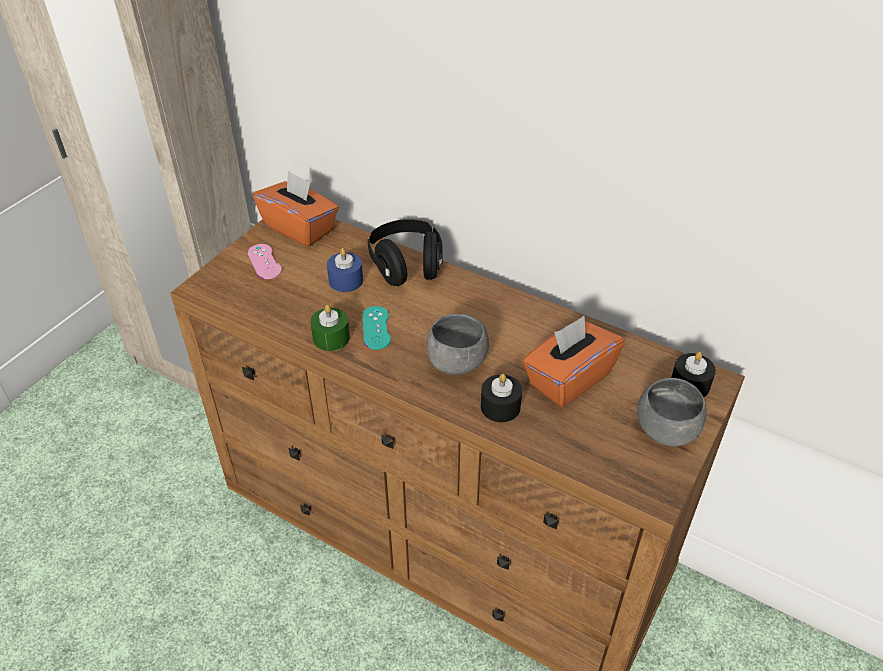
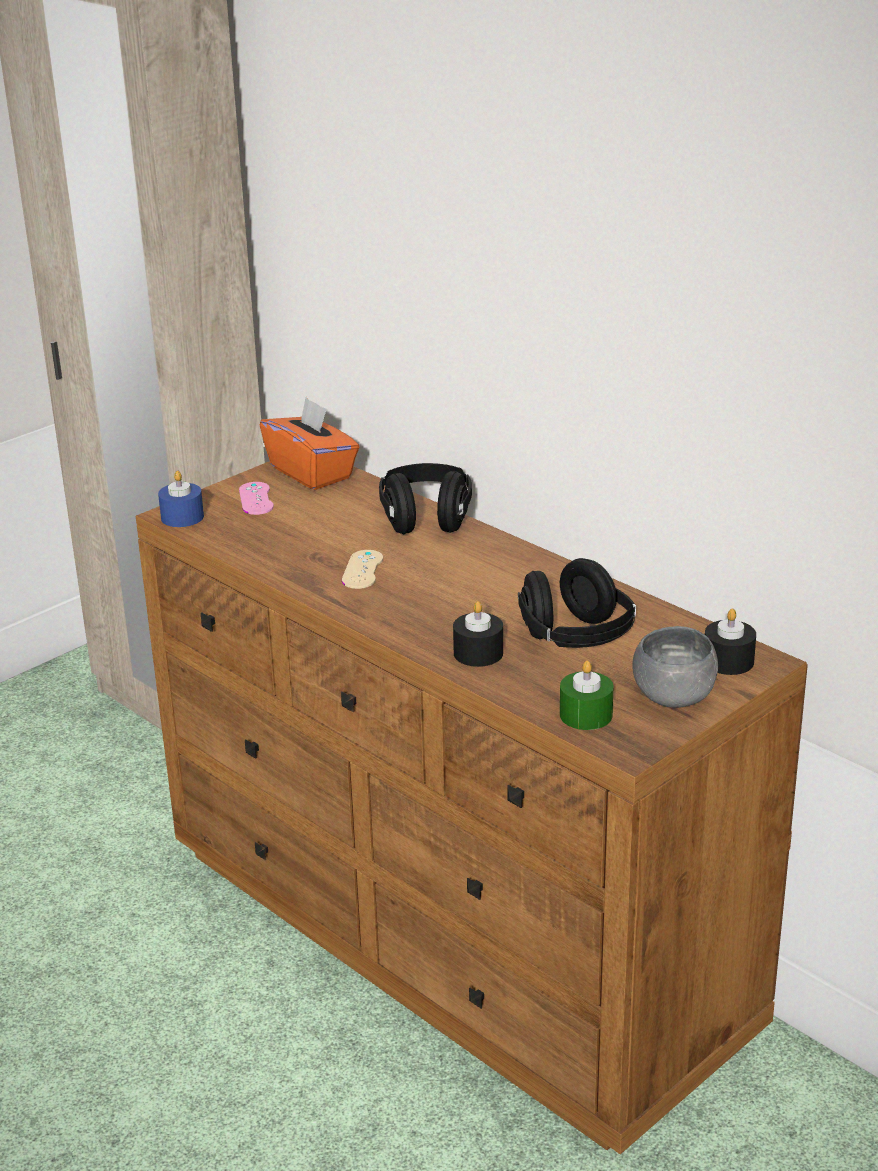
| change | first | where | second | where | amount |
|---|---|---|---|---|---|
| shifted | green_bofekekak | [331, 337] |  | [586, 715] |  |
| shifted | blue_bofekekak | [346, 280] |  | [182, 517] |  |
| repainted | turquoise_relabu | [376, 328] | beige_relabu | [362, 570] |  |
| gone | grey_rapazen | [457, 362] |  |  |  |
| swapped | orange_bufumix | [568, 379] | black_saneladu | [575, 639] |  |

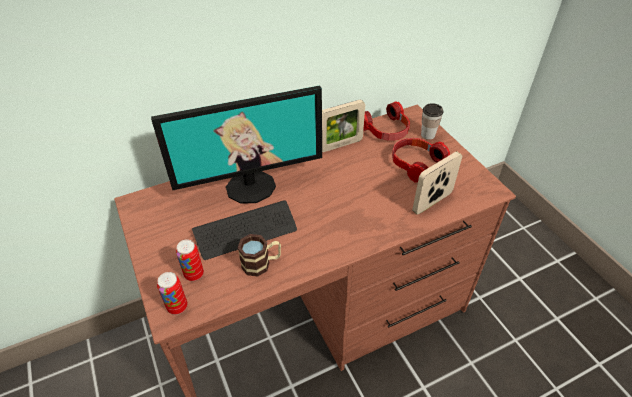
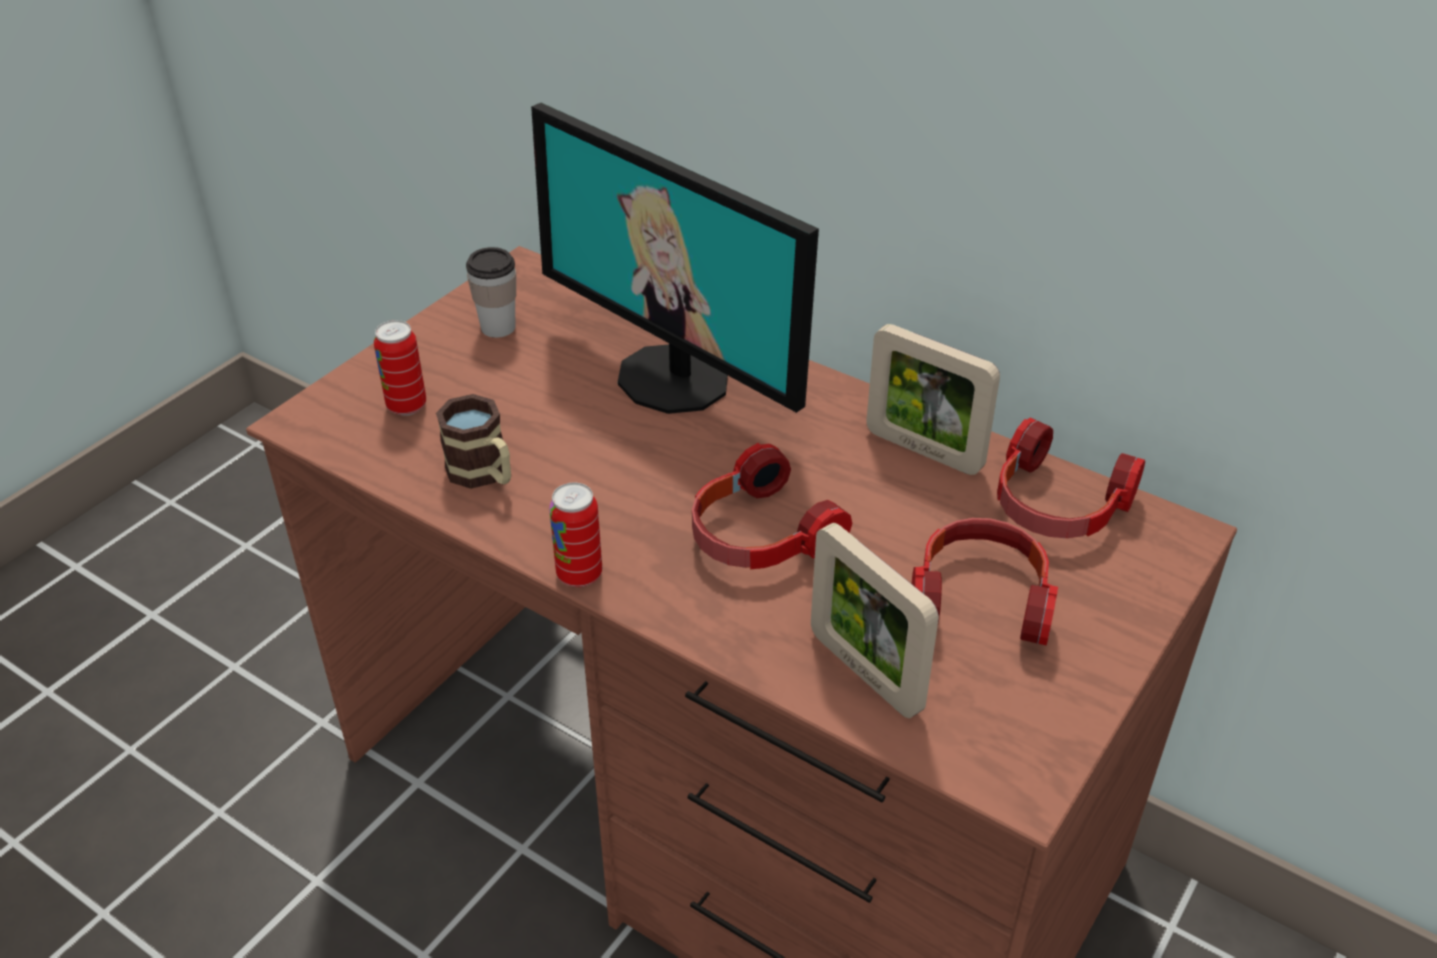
| change | first | where | second | where | amount |
|---|---|---|---|---|---|
| shifted | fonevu | [177, 307] |  | [579, 575] |  |
| gone | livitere | [245, 231] |  |  |  |
| rotated | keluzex | [432, 202] |  | [865, 672] | 150 degrees counterclockwise |
| shifted | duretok | [428, 135] |  | [498, 327] |  |
| new |  |  | saneladu | [758, 536] |  |

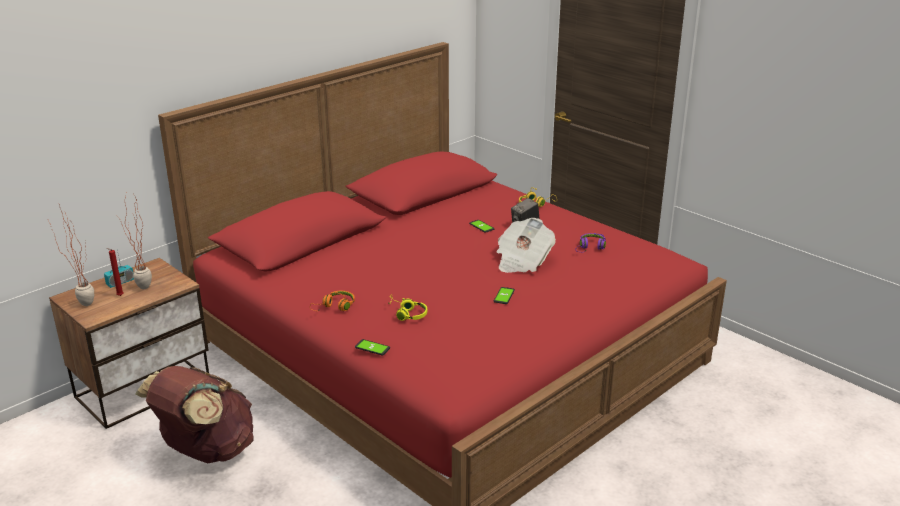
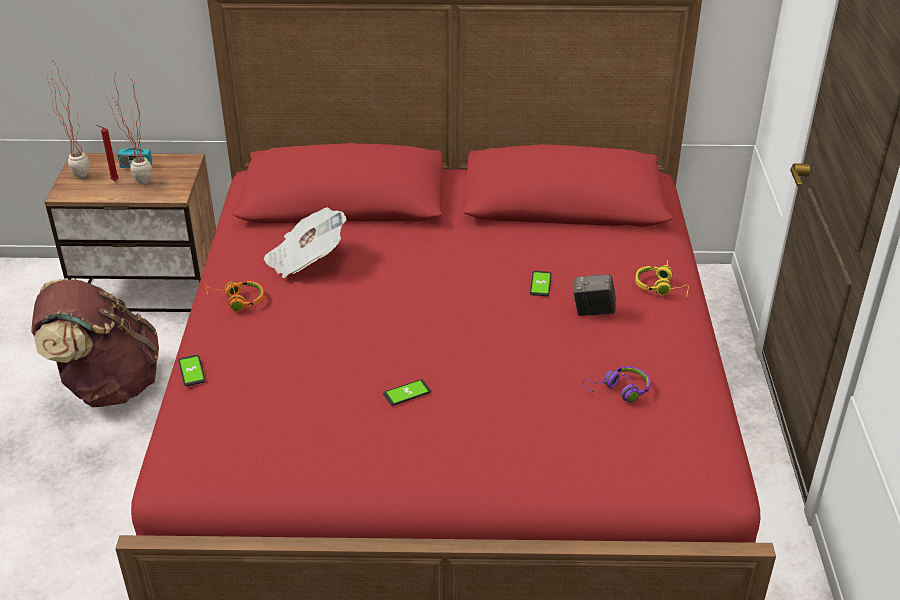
| change | first | where | second | where | amount |
|---|---|---|---|---|---|
| gone | yellow_saneladu | [407, 314] |  |  |  |
| shifted | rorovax | [522, 261] |  | [305, 260] |  |

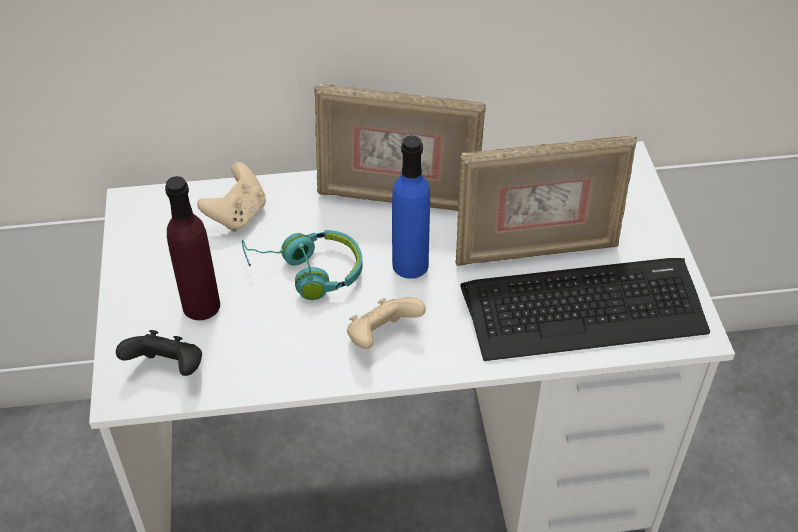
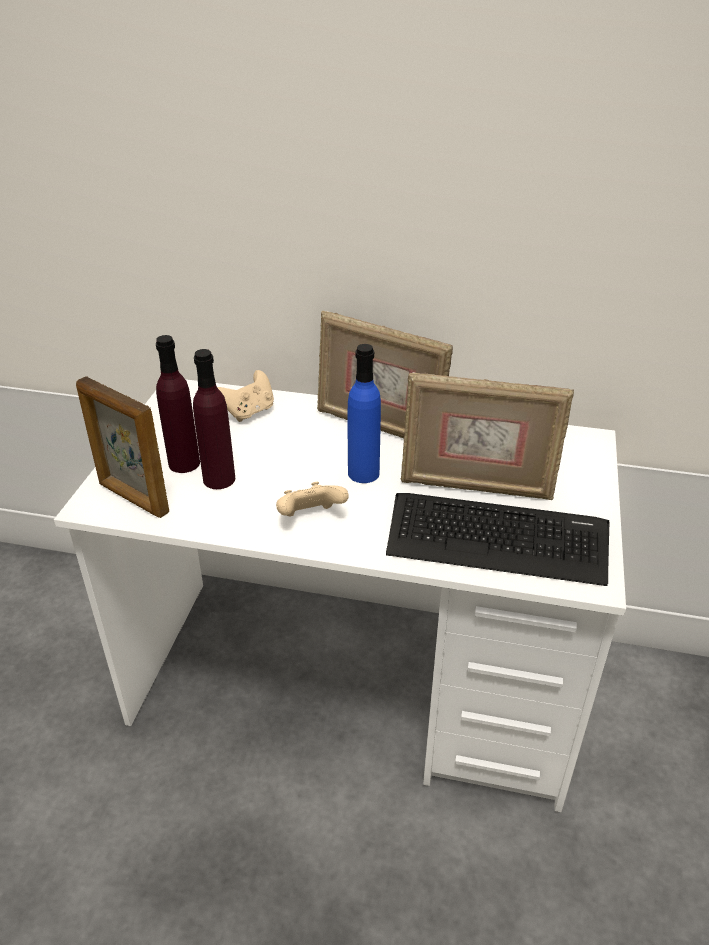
| change | first | where | second | where | amount |
|---|---|---|---|---|---|
| swapped | black_relabu | [168, 369] | keluzex | [133, 498] |  |
| gone | turquoise_saneladu | [307, 272] |  |  |  |
| new |  |  | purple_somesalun | [219, 479] |  |

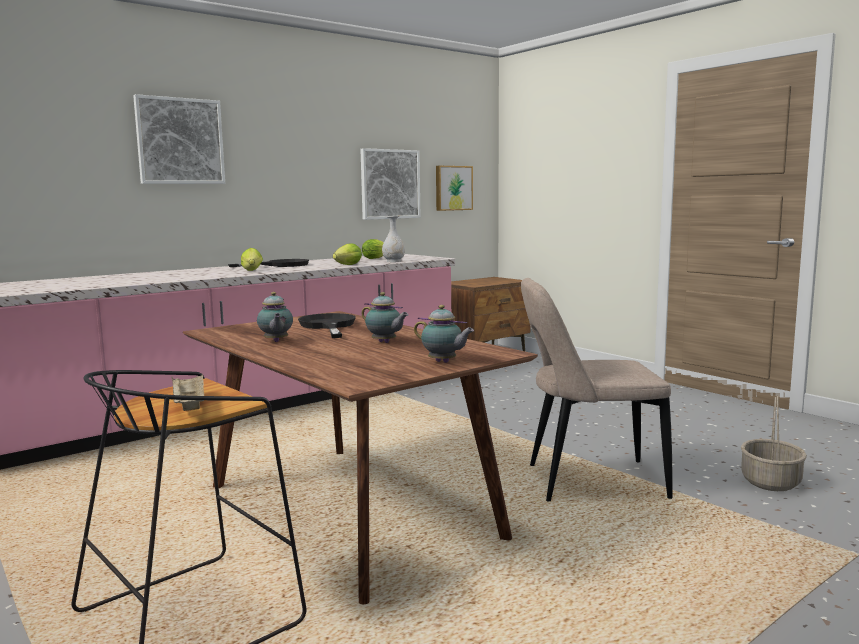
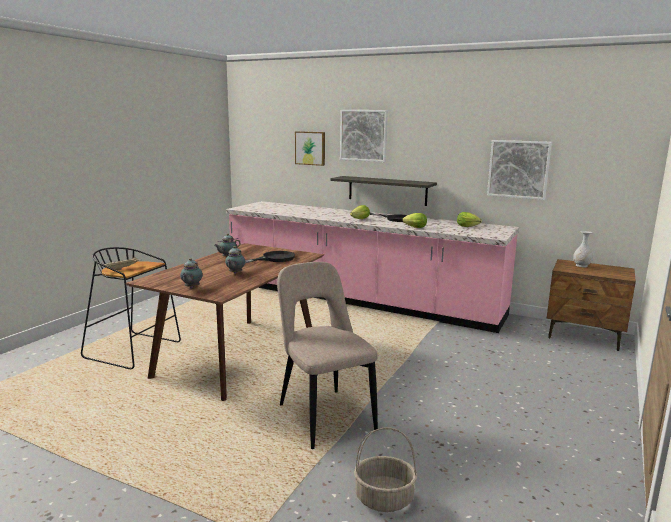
| change | first | where | second | where | amount |
|---|---|---|---|---|---|
| shifted | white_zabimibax | [394, 261] |  | [581, 266] |  |
| shifted | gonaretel | [453, 188] |  | [310, 148] |  |
| new |  |  | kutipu | [387, 190] |  |

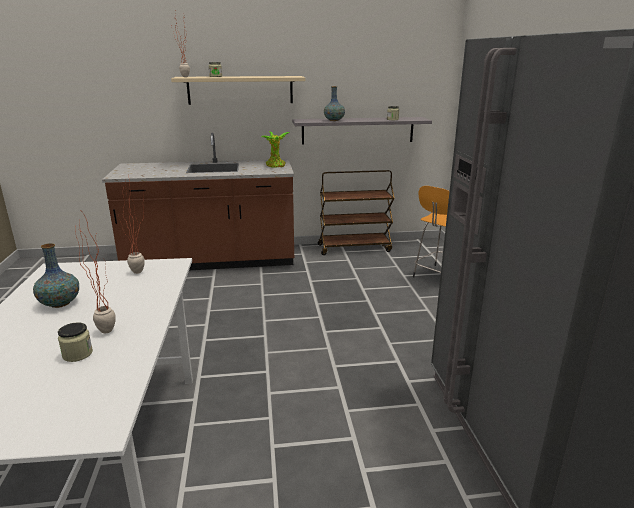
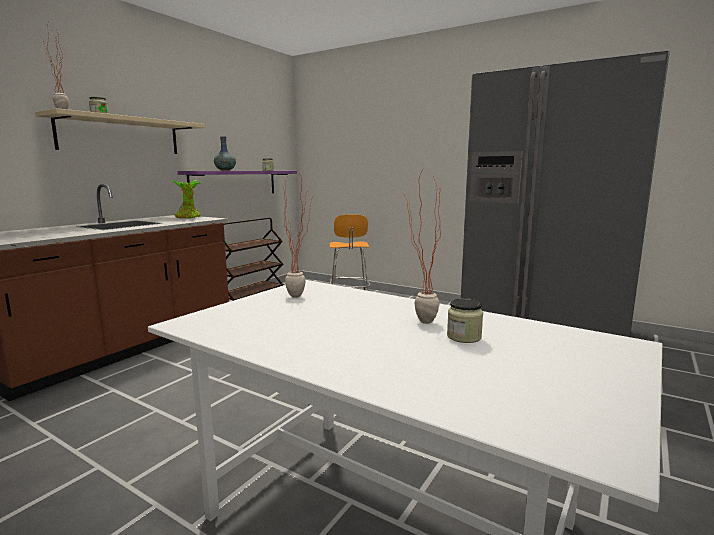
| change | first | where | second | where | amount |
|---|---|---|---|---|---|
| gone | zabimibax | [60, 303] |  |  |  |
| repainted | grey_kutipu | [358, 130] | purple_kutipu | [234, 183] |  |

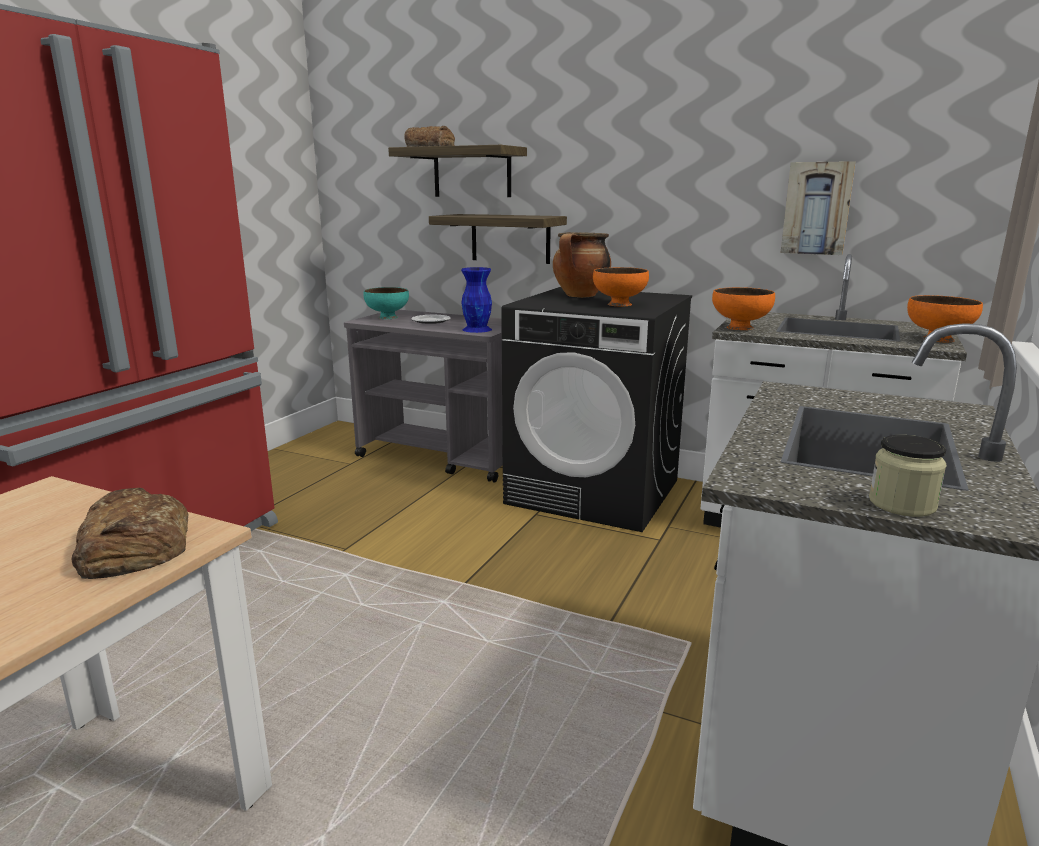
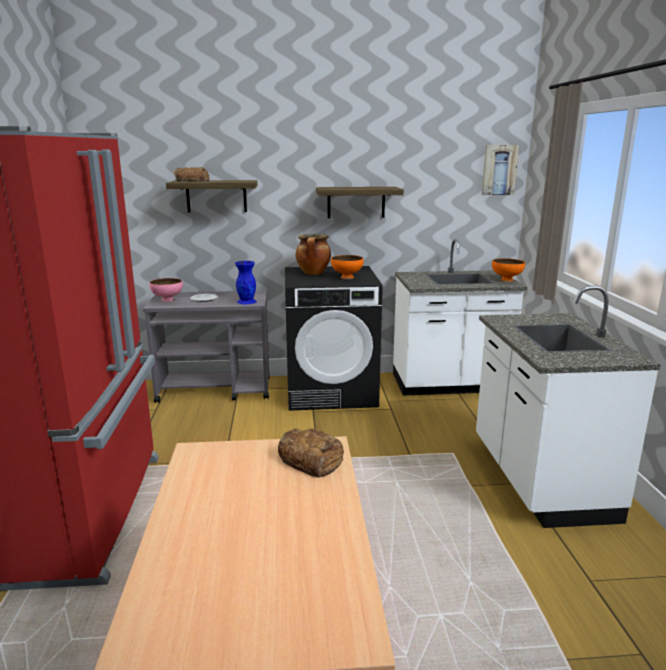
| change | first | where | second | where | amount |
|---|---|---|---|---|---|
| repainted | turquoise_rapazen | [387, 317] | pink_rapazen | [167, 300] |  |
| shifted | kutipu | [510, 238] |  | [356, 202] |  |
| gone | orange_rapazen | [740, 328] |  |  |  |
| shifted | gonaretel | [817, 208] |  | [499, 170] |  |
| gone | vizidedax | [902, 504] |  |  |  |

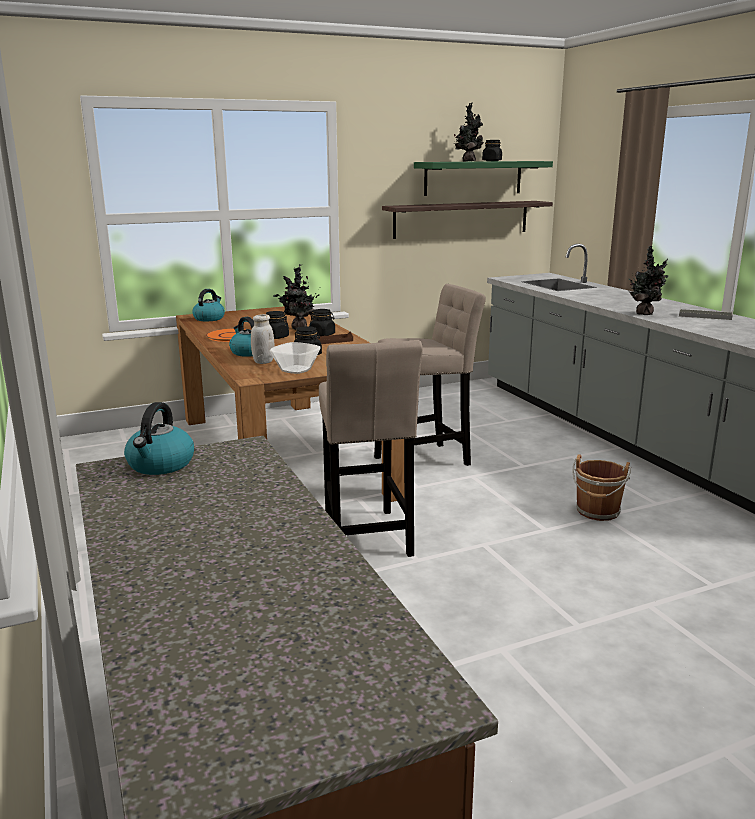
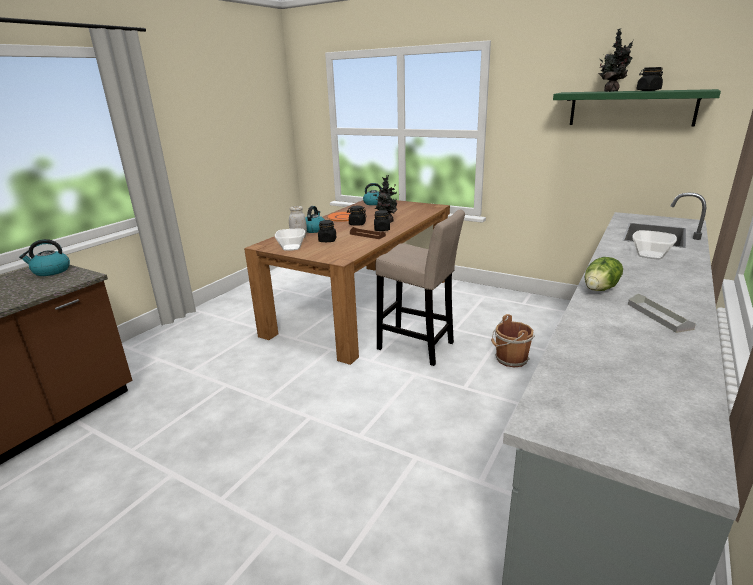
| change | first | where | second | where | amount |
|---|---|---|---|---|---|
| gone | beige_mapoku | [366, 539] |  |  |  |
| gone | kutipu | [461, 219] |  |  |  |
| shifted | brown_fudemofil | [597, 512] |  | [510, 359] |  |
| swapped | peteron | [645, 314] | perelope | [600, 289] |  |
| new |  |  | rapazen | [649, 255] |  |

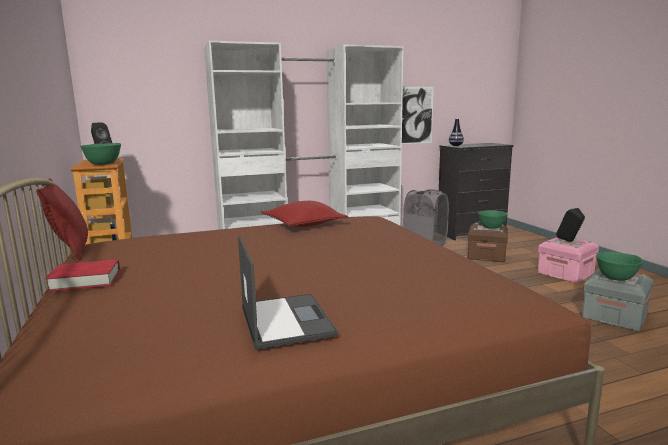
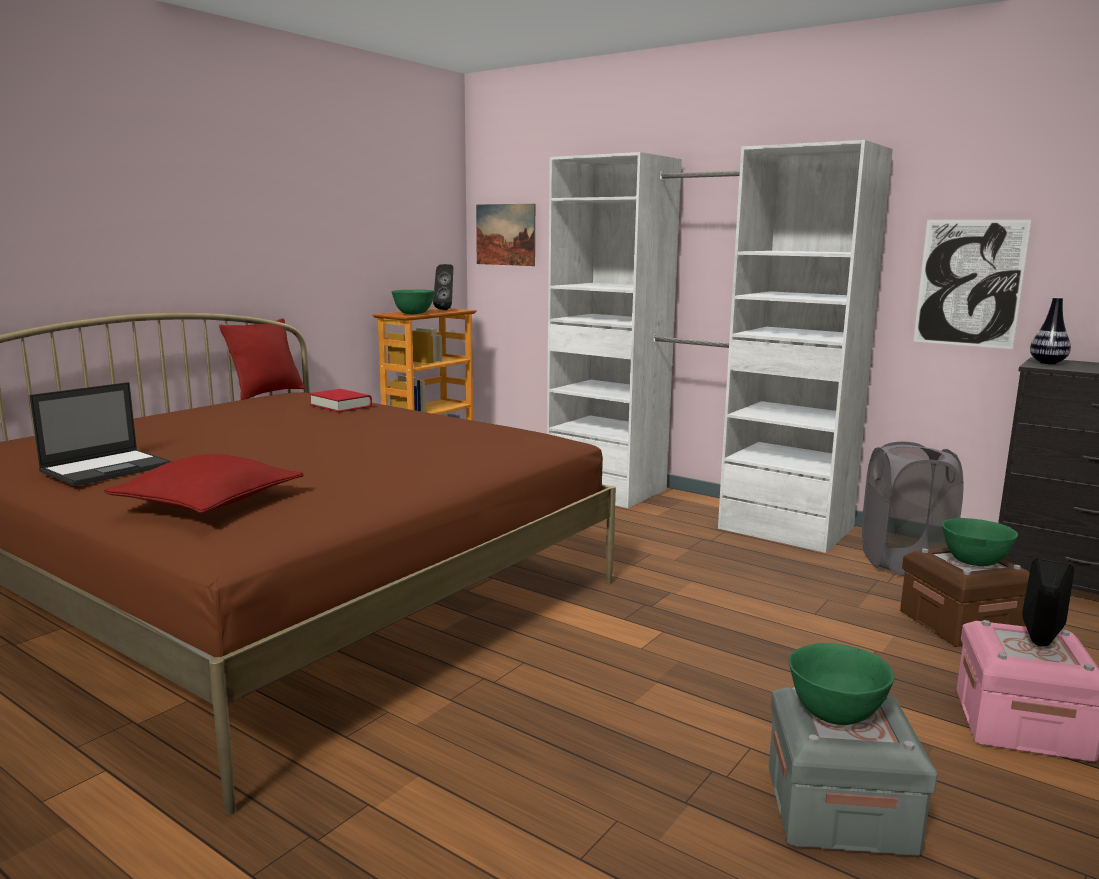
| change | first | where | second | where | amount |
|---|---|---|---|---|---|
| shifted | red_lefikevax | [85, 280] |  | [340, 405] |  |
| shifted | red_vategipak | [304, 224] |  | [209, 502] |  |
| new |  |  | gonaretel | [505, 234] |  |

